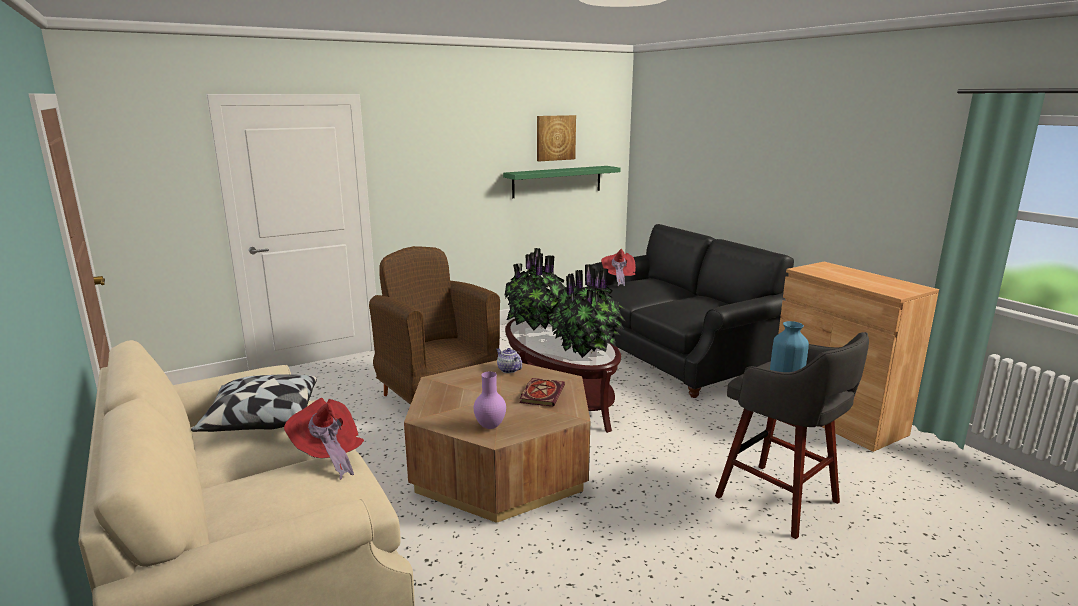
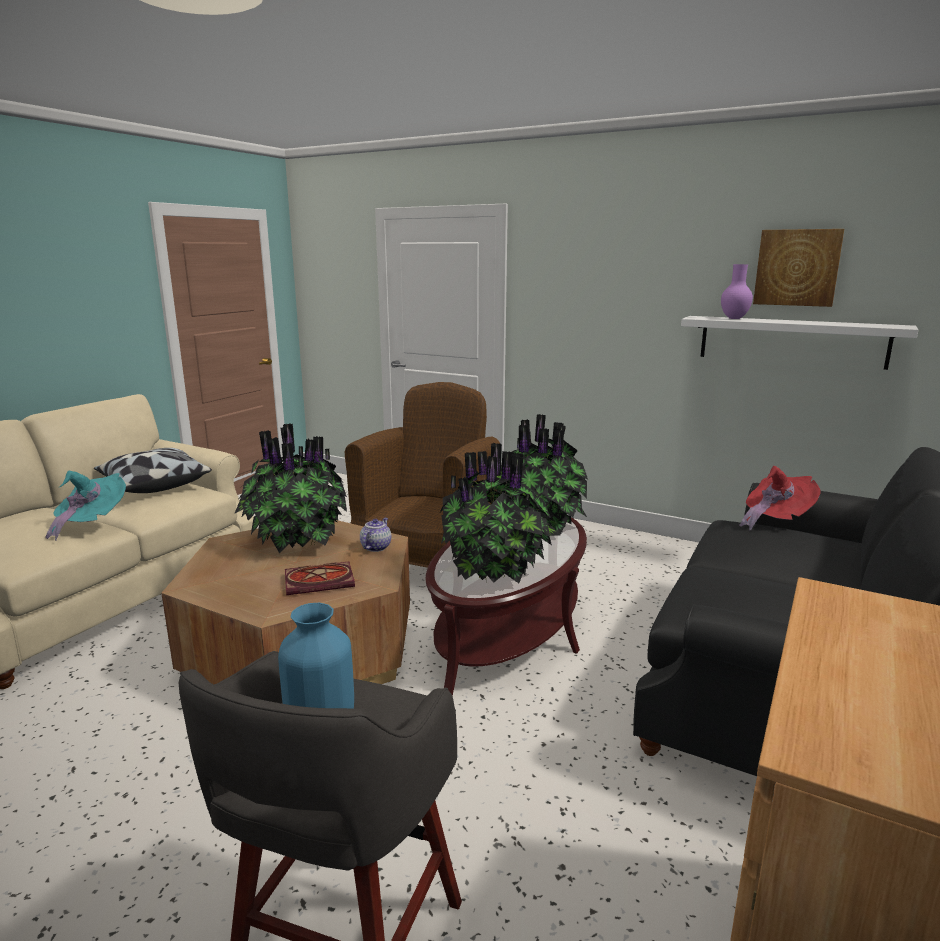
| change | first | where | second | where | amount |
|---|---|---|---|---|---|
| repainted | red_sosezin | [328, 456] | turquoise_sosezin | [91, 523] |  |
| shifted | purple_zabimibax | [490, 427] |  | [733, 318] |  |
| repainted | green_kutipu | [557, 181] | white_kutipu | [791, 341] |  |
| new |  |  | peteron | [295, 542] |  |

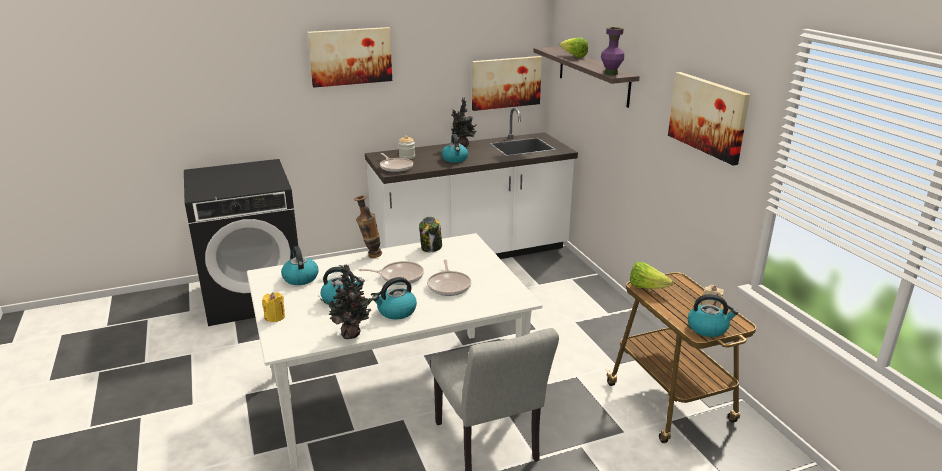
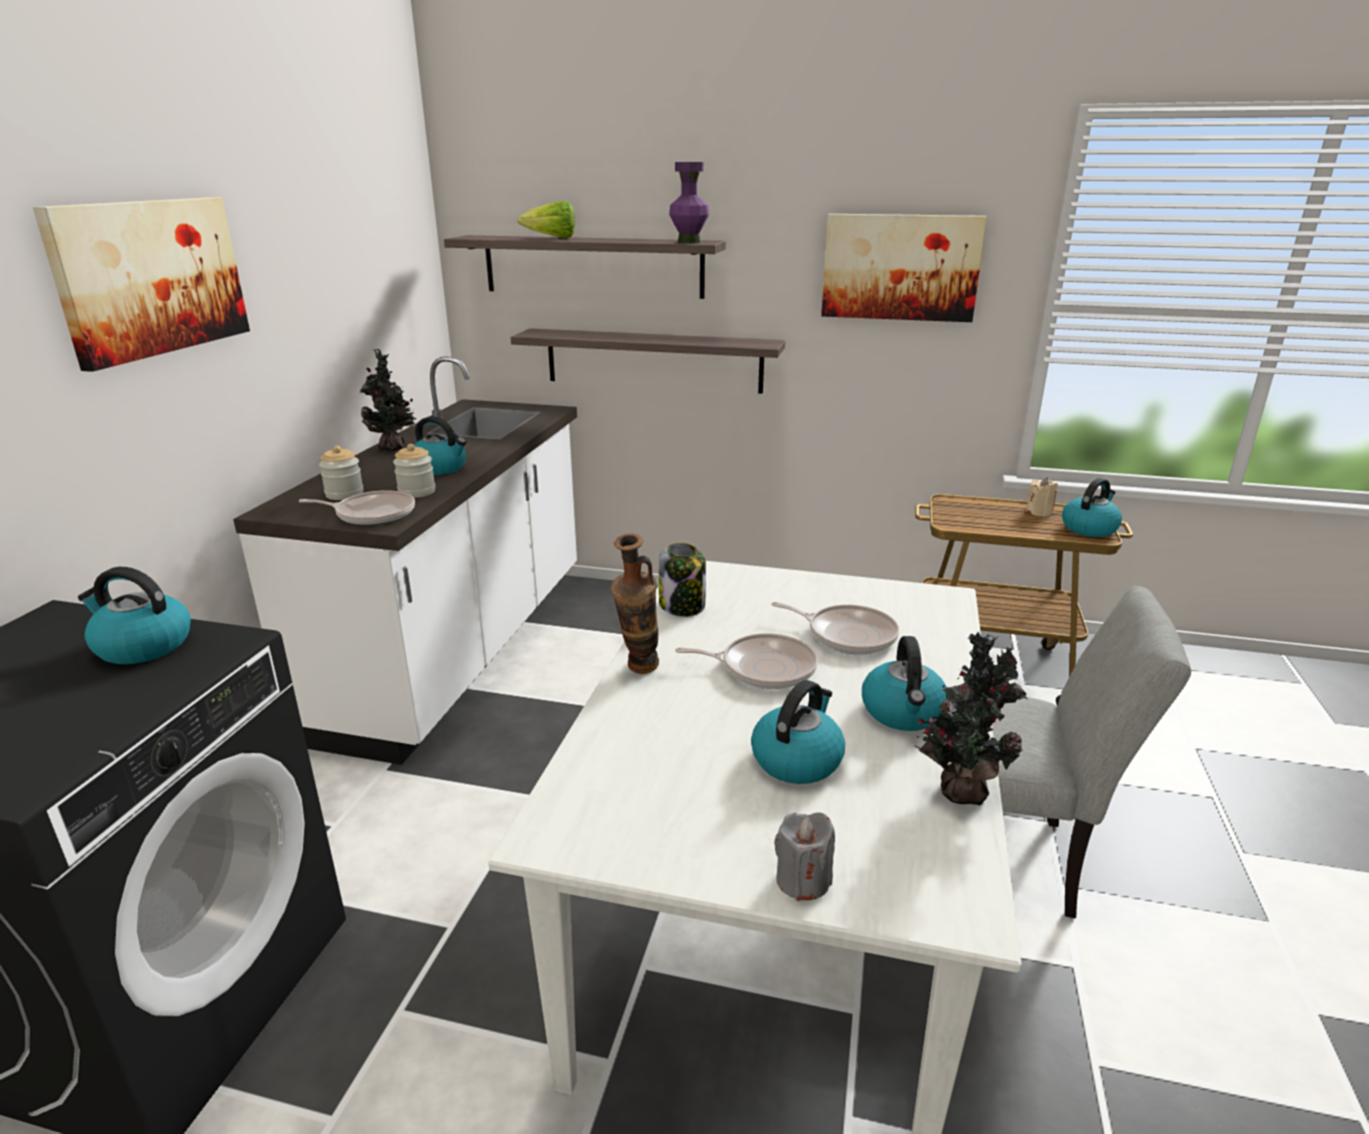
| change | first | where | second | where | amount |
|---|---|---|---|---|---|
| repainted | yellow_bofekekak | [275, 317] | grey_bofekekak | [803, 880] |  |
| shifted | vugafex | [300, 278] |  | [142, 646] |  |
| rotated | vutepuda | [399, 276] |  | [763, 668] | 60 degrees clockwise |
| gone | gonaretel | [506, 82] |  |  |  |
| gone | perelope | [647, 287] |  |  |  |
| new |  |  | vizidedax | [417, 492] |  |
| new |  |  | kutipu | [653, 360] |  |

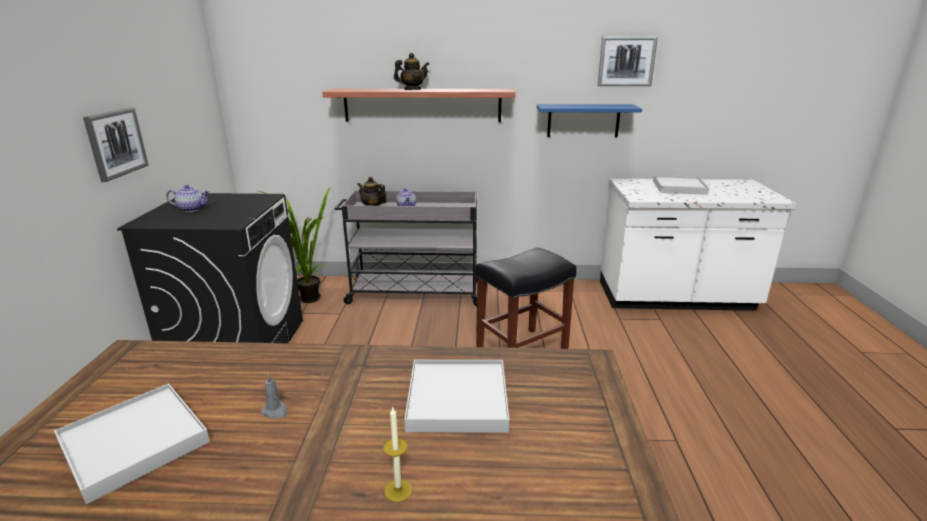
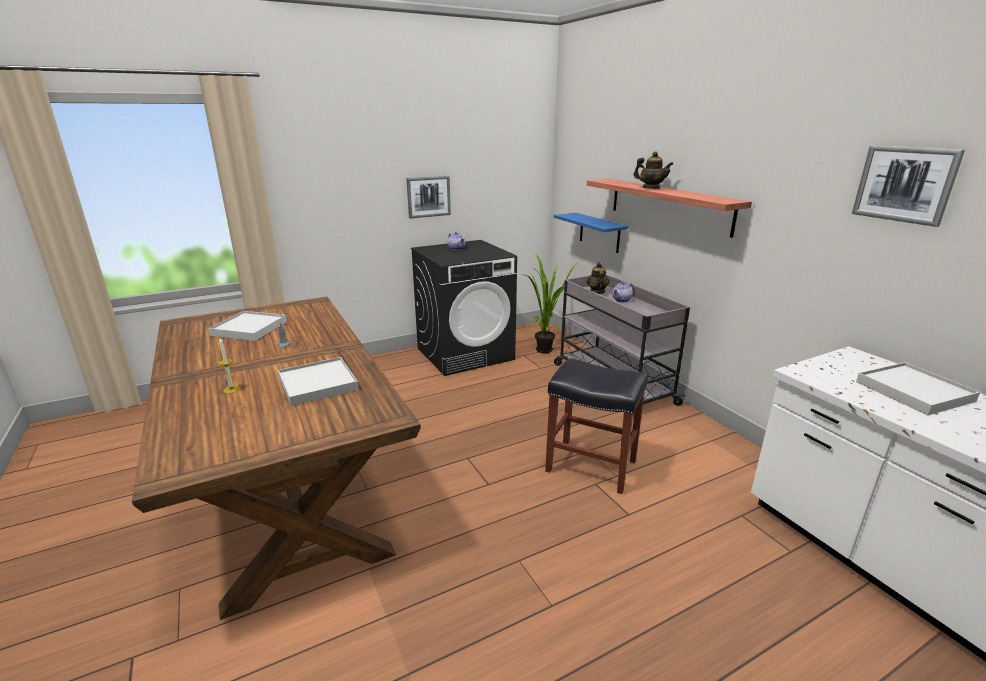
| change | first | where | second | where | amount |
|---|---|---|---|---|---|
| shifted | blue_kutipu | [583, 120] |  | [599, 232] |  |

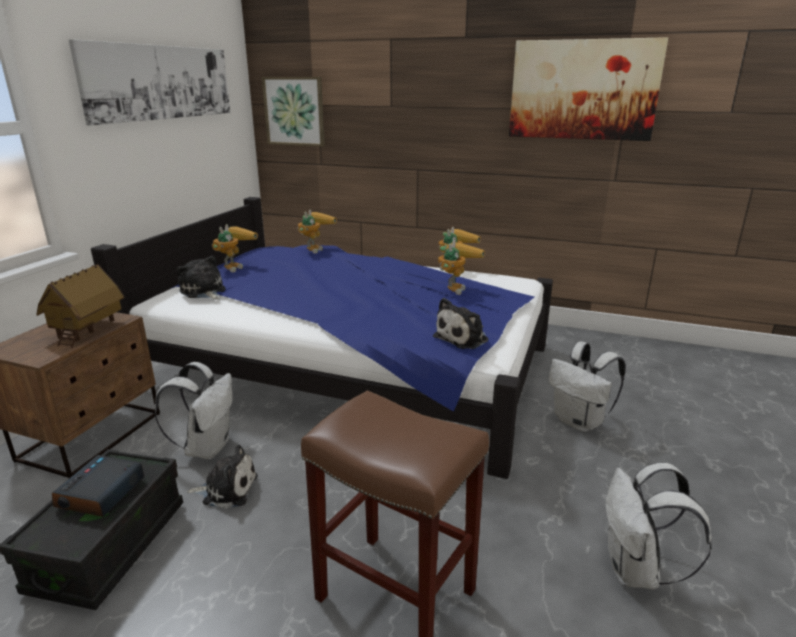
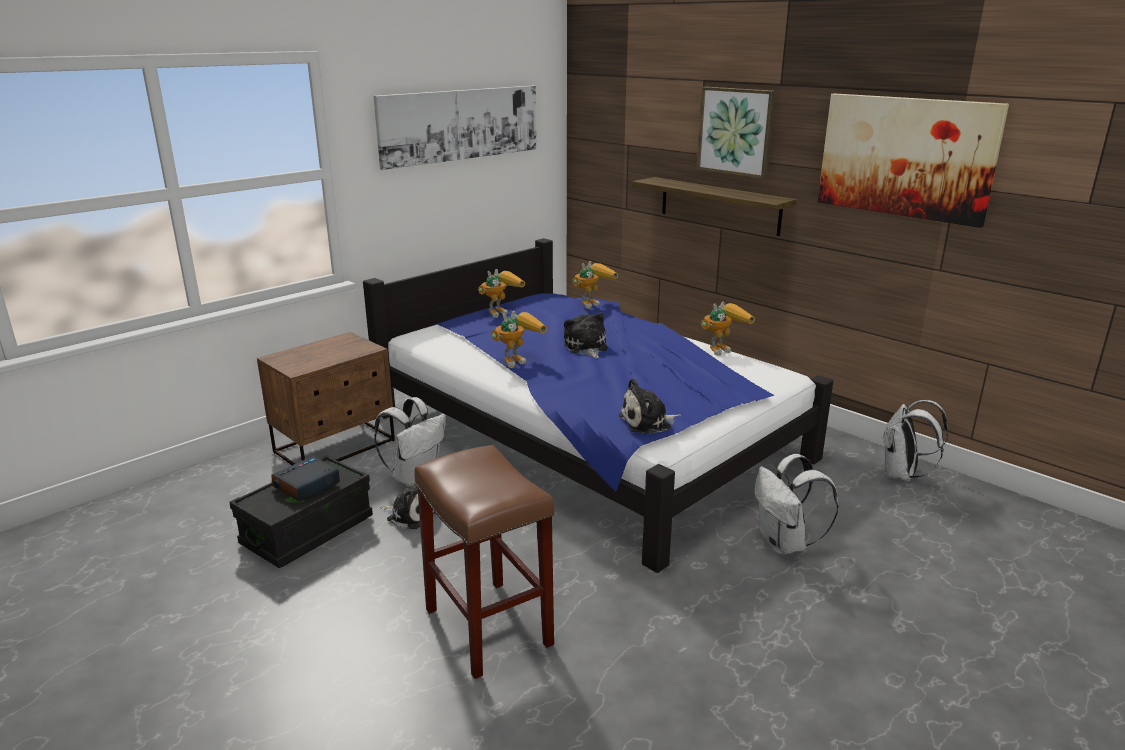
| change | first | where | second | where | amount |
|---|---|---|---|---|---|
| gone | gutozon | [88, 330] |  |  |  |
| shifted | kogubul | [203, 291] |  | [586, 347] |  |
| shifted | gonaretel | [294, 111] |  | [735, 131] |  |
| shifted | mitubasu | [455, 287] |  | [518, 360] |  |
| shifted | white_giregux | [636, 571] |  | [902, 475] |  |
| new |  |  | kutipu | [719, 205] |  |

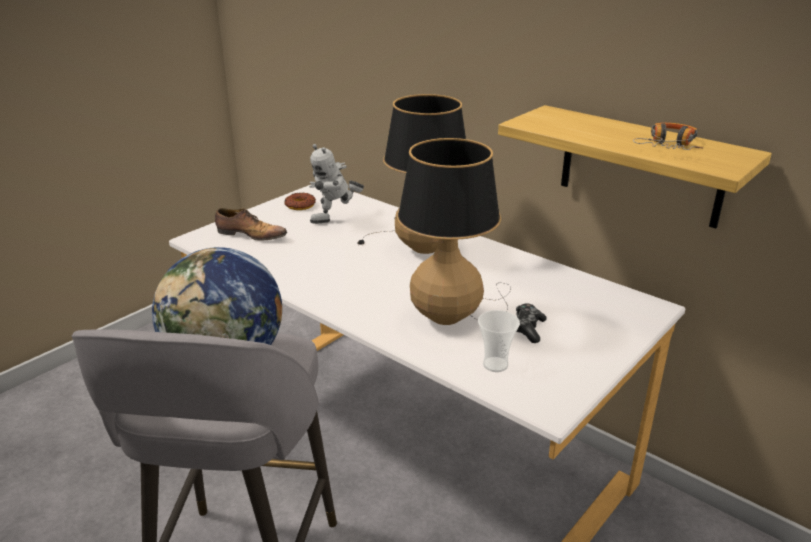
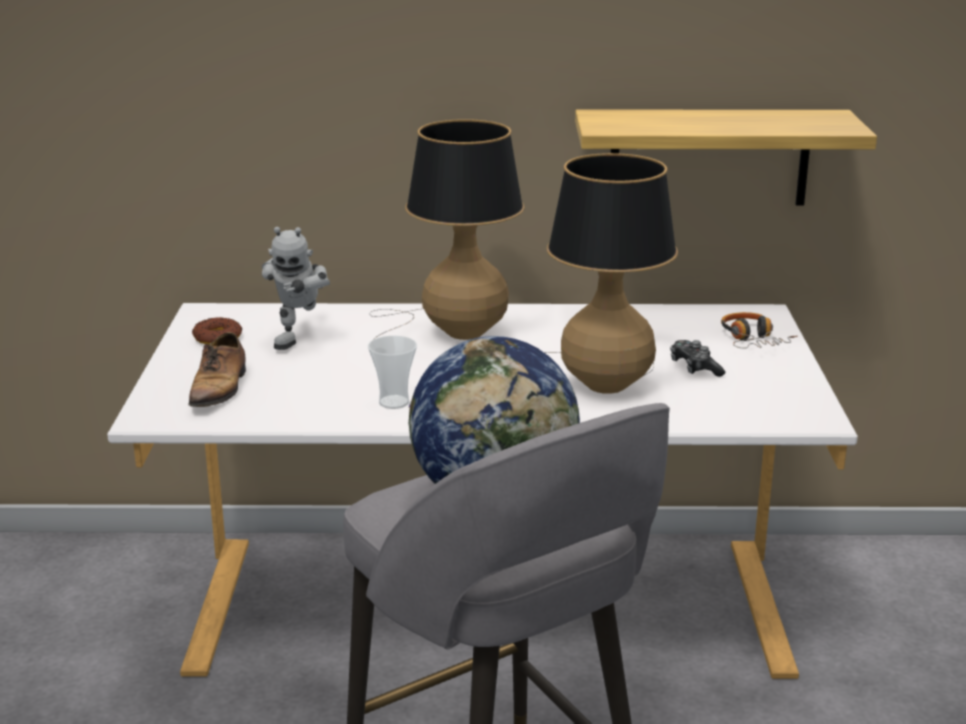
| change | first | where | second | where | amount |
|---|---|---|---|---|---|
| rotated | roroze | [250, 235] |  | [219, 389] | 120 degrees clockwise |
| shifted | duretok | [495, 365] |  | [394, 402] |  |
| shifted | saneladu | [669, 146] |  | [753, 340] |  |

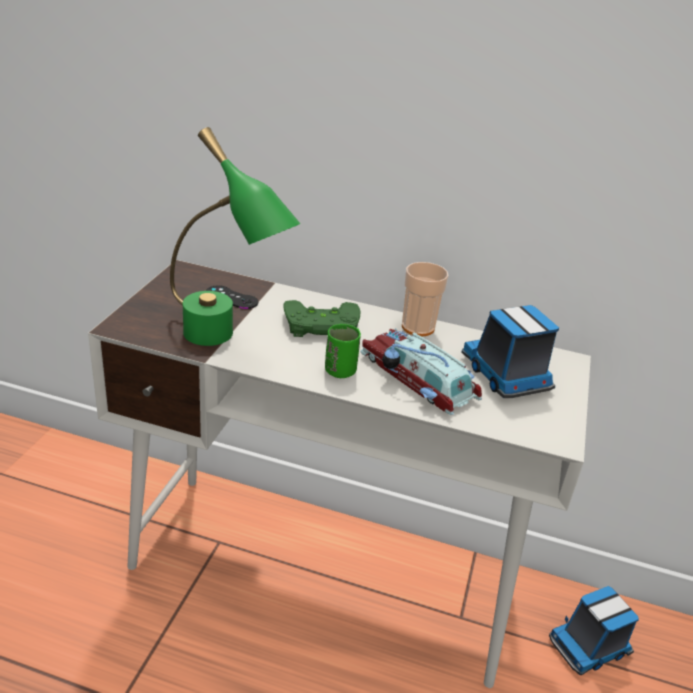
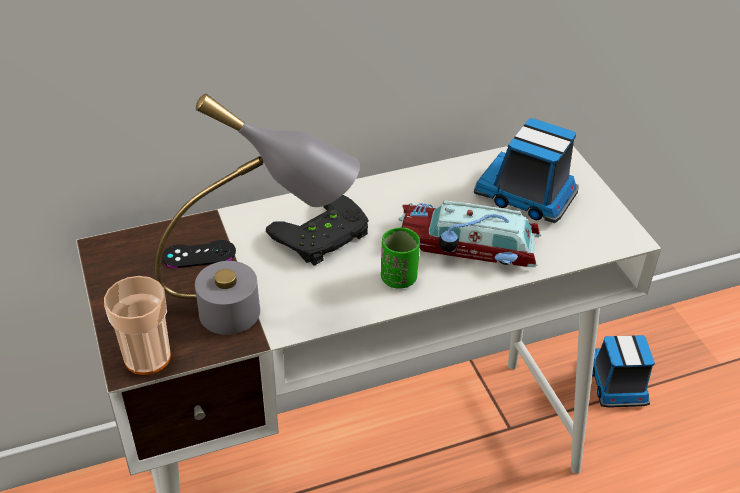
| change | first | where | second | where | amount |
|---|---|---|---|---|---|
| repainted | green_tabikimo | [225, 342] | grey_tabikimo | [260, 313] |  |
| repainted | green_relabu | [321, 326] | black_relabu | [323, 237] |  |
| shifted | duretok | [418, 327] |  | [147, 357] |  |
| rotated | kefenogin | [590, 645] |  | [616, 383] | 150 degrees clockwise |

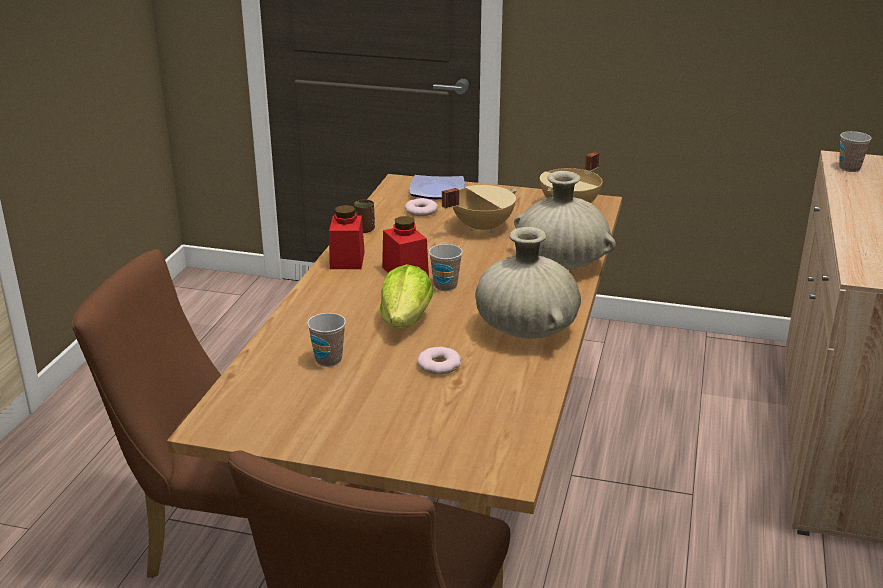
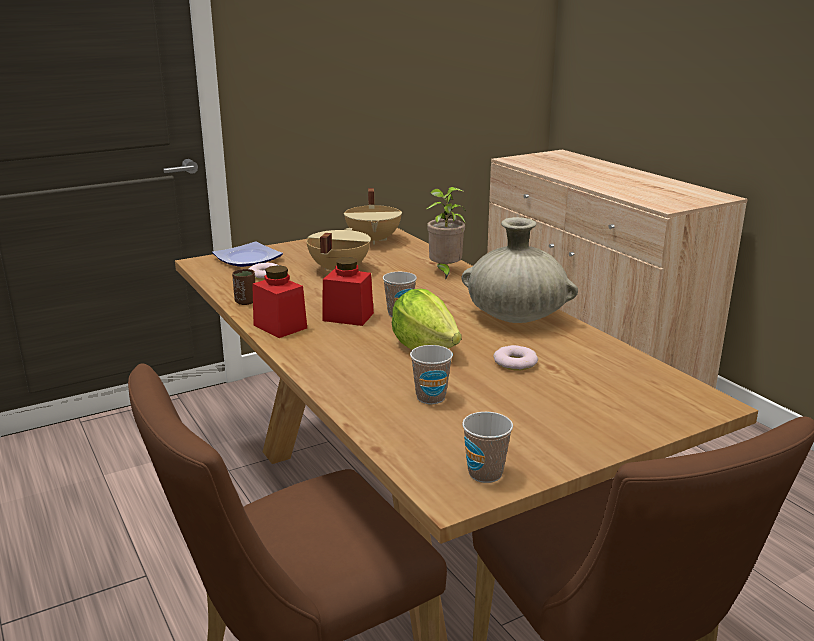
| change | first | where | second | where | amount |
|---|---|---|---|---|---|
| swapped | beige_zabimibax | [561, 263] | peteron | [444, 272] |  |
| shifted | duretok | [849, 168] |  | [485, 473] |  |

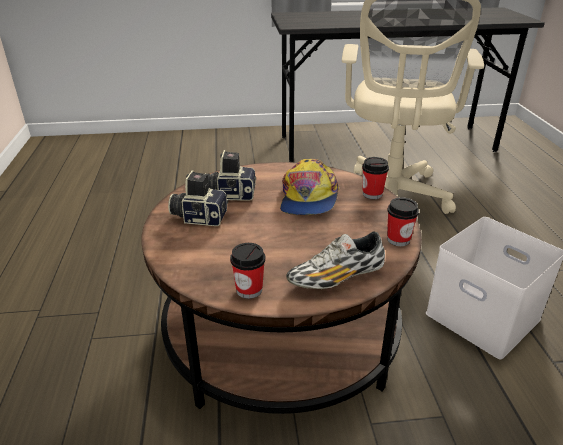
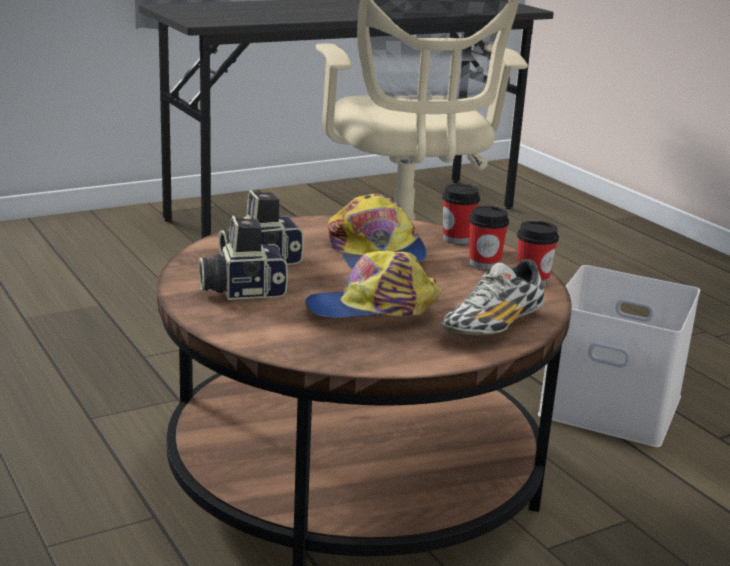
| change | first | where | second | where | amount |
|---|---|---|---|---|---|
| shifted | duretok | [249, 290] |  | [484, 263] |  |
| new |  |  | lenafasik | [373, 310] |  |

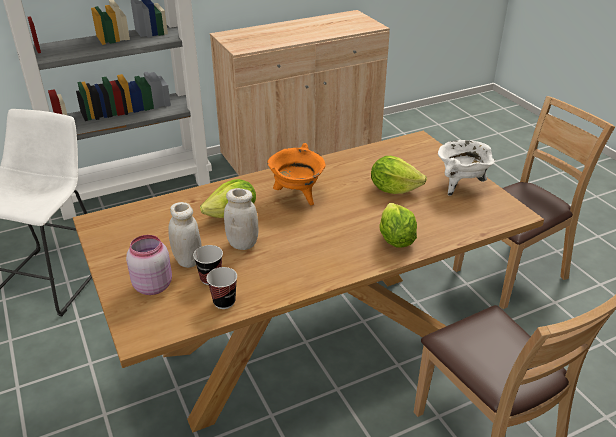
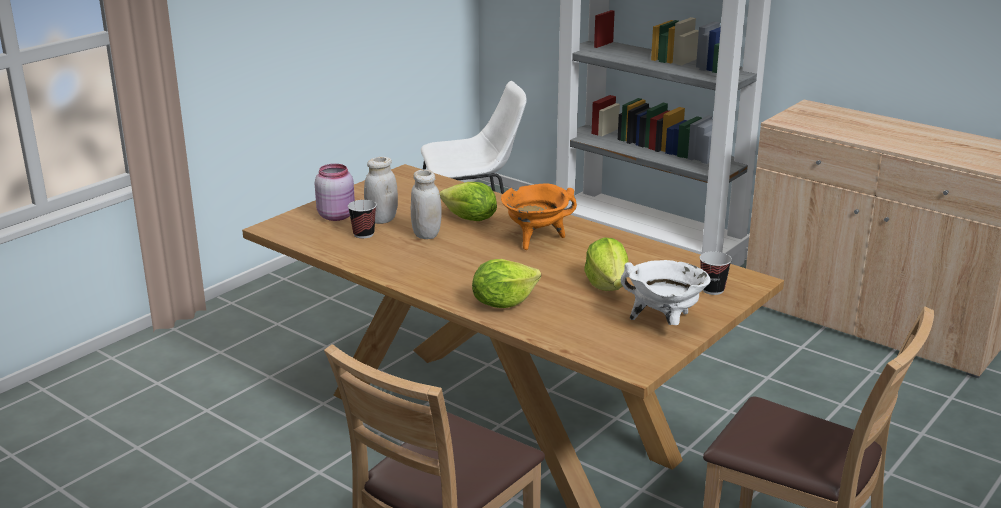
| change | first | where | second | where | amount |
|---|---|---|---|---|---|
| shifted | duretok | [224, 302] |  | [712, 289] |  |

